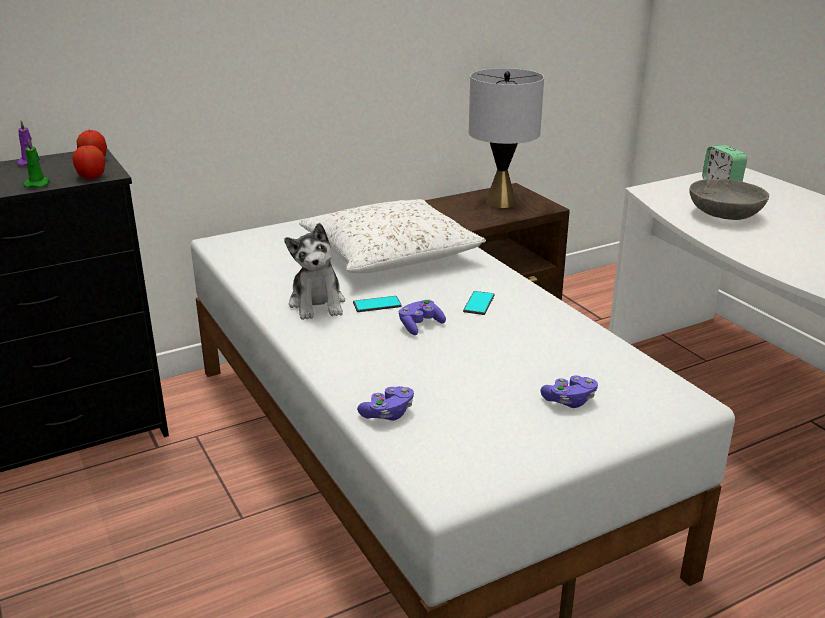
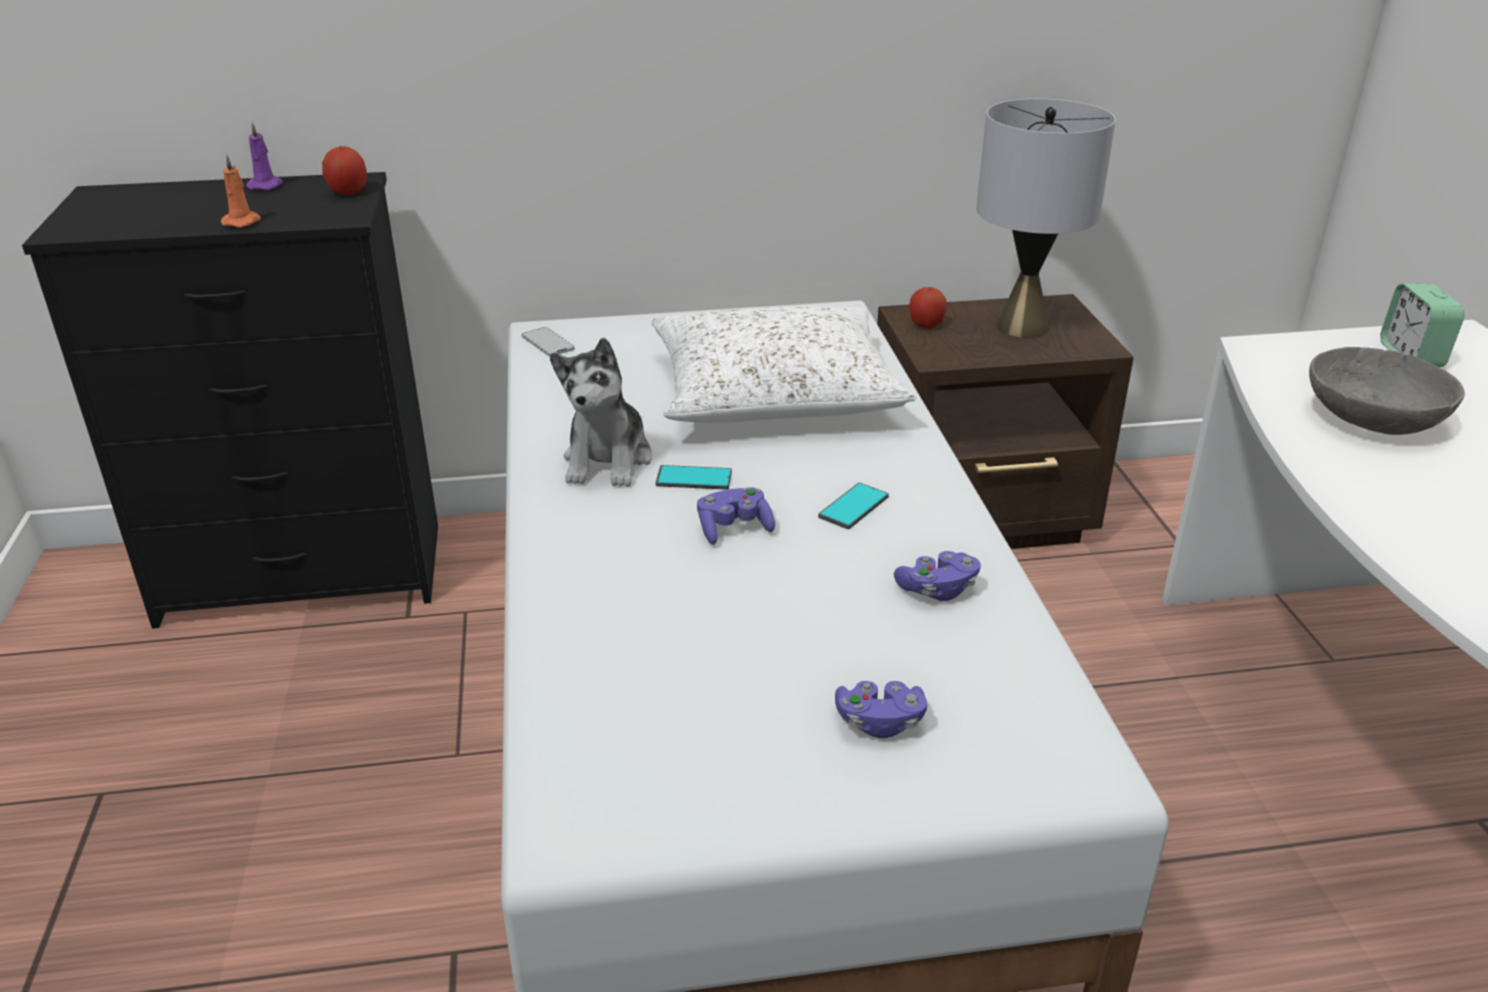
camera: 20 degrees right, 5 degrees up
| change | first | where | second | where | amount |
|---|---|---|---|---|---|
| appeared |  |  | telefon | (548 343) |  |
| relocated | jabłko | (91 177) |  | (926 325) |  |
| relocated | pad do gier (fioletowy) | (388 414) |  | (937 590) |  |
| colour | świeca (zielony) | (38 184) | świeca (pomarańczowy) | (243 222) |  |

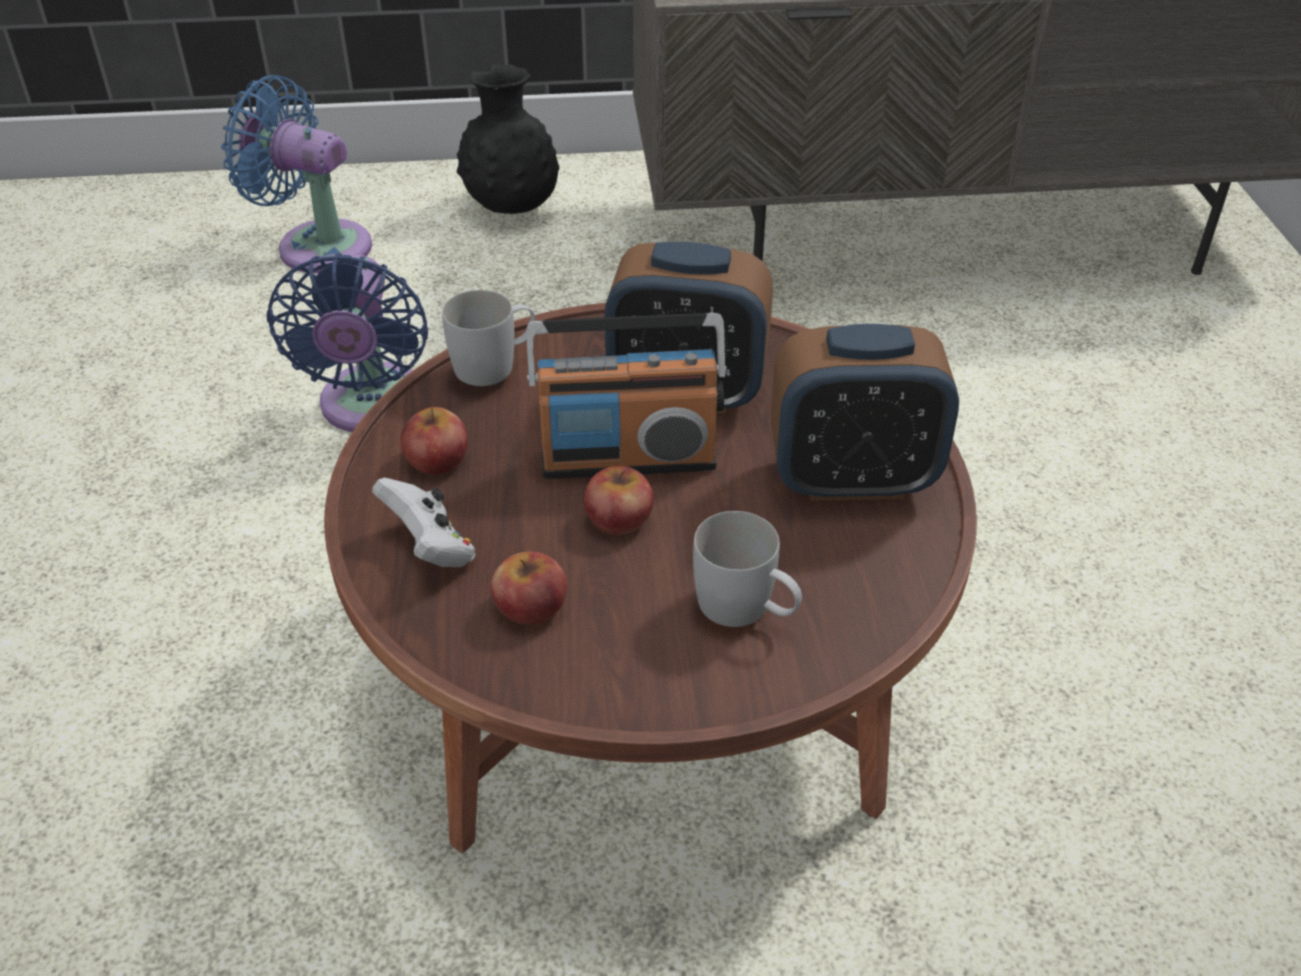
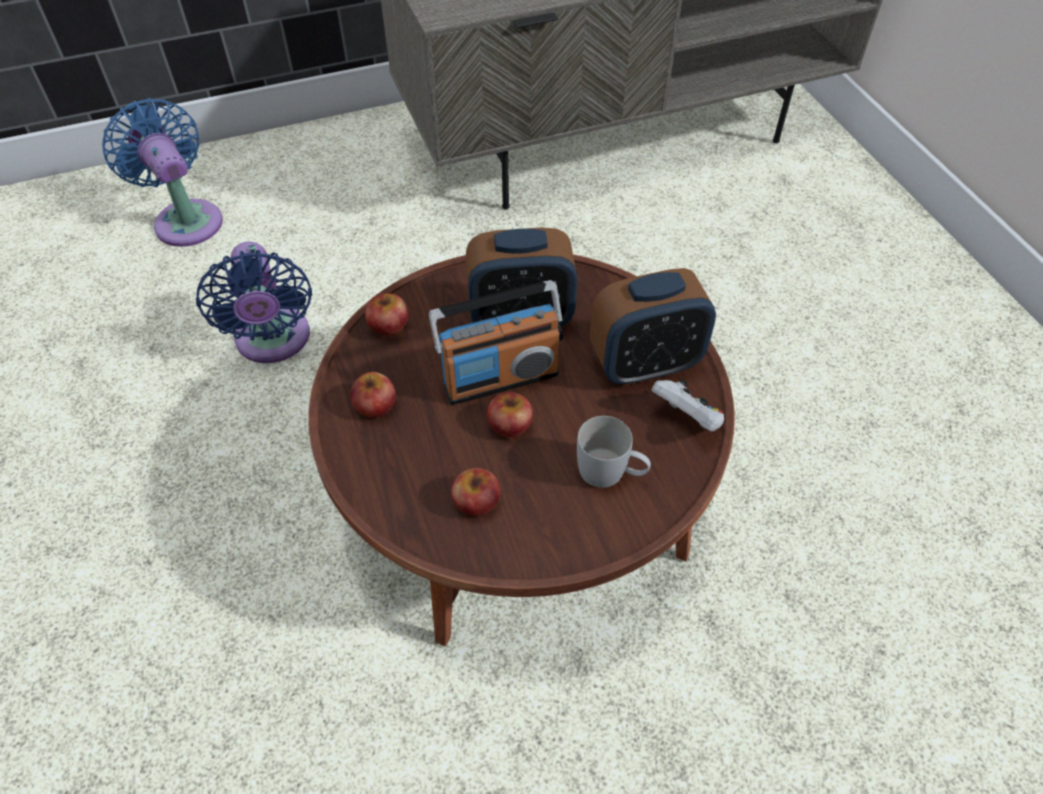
camera: 15 degrees left, 10 degrees up
| change | first | where | second | where | amount |
|---|---|---|---|---|---|
| missing | wazon (czarny) | (512 207) |  |  |  |
| relocated | pad do gier (biały) | (430 548) |  | (687 418) |  |
| exchanged | kubek (biały) | (495 365) | jabłko | (388 324) |  |
| spun | wentylator (niebieski) | (316 245) |  | (186 219) | 45 degrees clockwise |

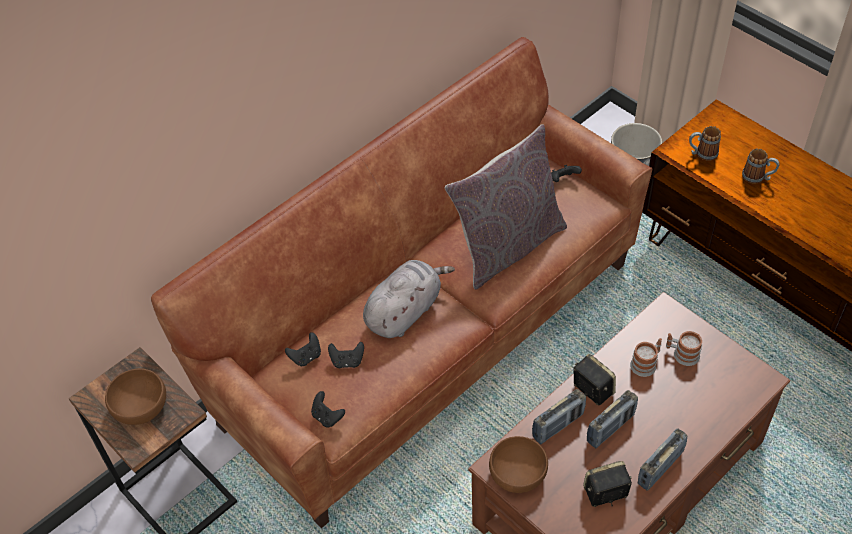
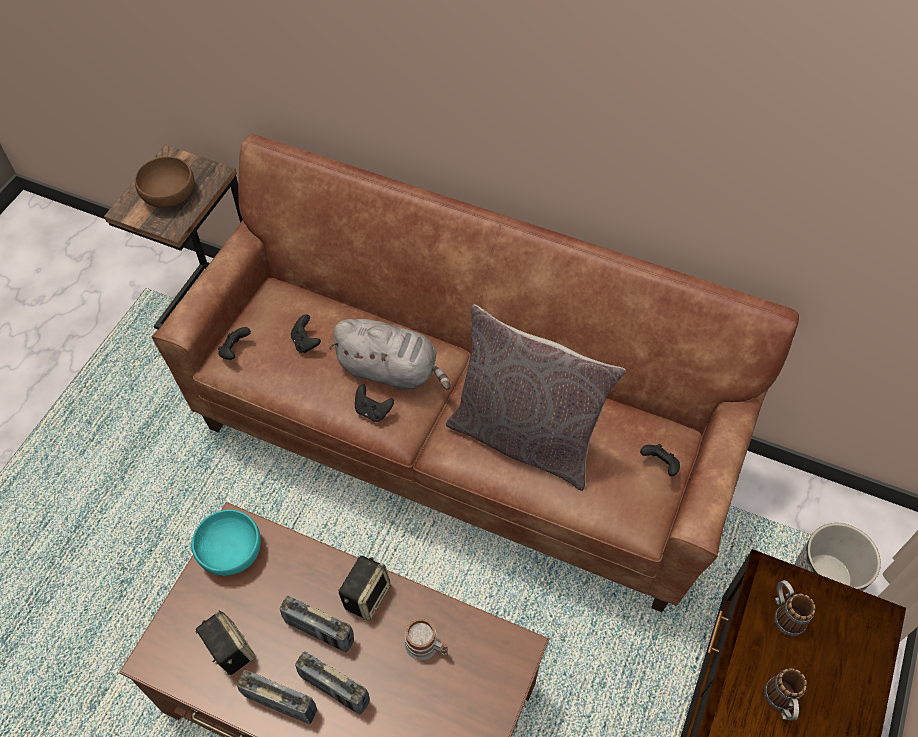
camera: 65 degrees right, 5 degrees up
| change | first | where | second | where | amount |
|---|---|---|---|---|---|
| missing | kubek | (682 354) |  |  |  |
| relocated | pad do gier (czarny) | (306 357) |  | (373 411) |  |
| relocated | radio | (558 425) |  | (334 689) |  |
| colour | miska (brązowy) | (518 473) | miska (turkusowy) | (231 552) |  |

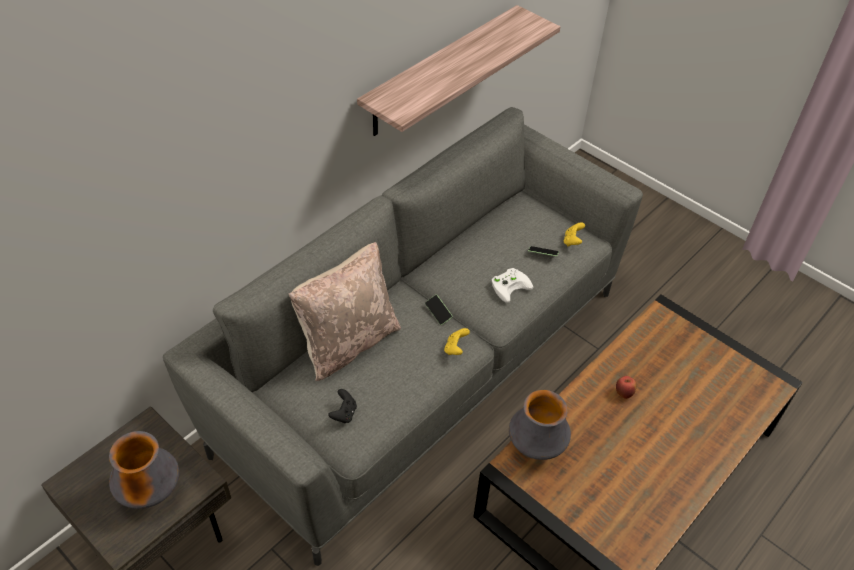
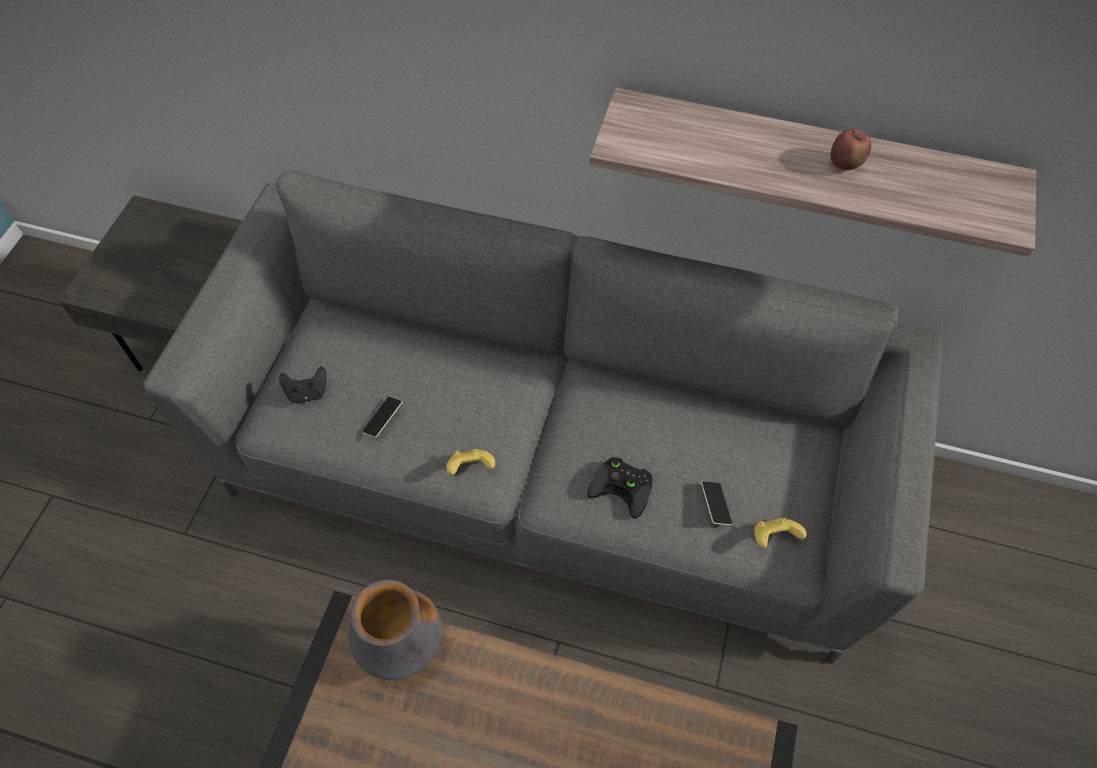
camera: 65 degrees right, 10 degrees up
| change | first | where | second | where | amount |
|---|---|---|---|---|---|
| missing | wazon | (151 492) |  |  |  |
| missing | poduszka (beżowy) | (348 342) |  |  |  |
| relocated | telefon | (438 312) |  | (383 420) |  |
| relocated | jabłko | (624 393) |  | (845 164) |  |
| colour | pad do gier (biały) | (510 285) | pad do gier (czarny) | (624 487) |  |

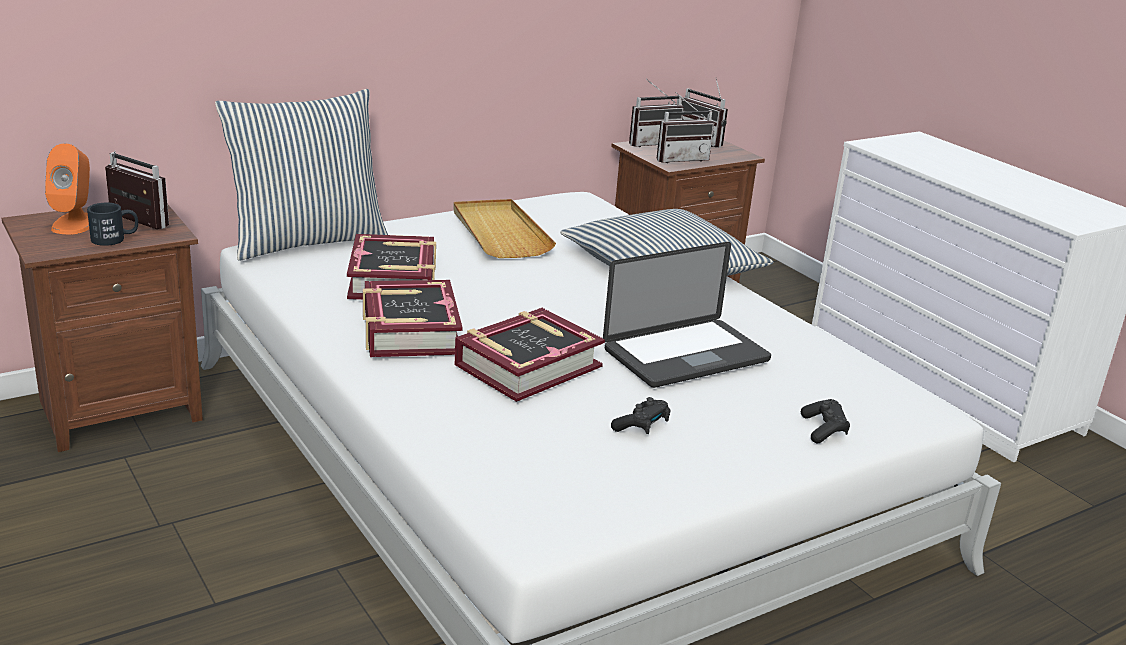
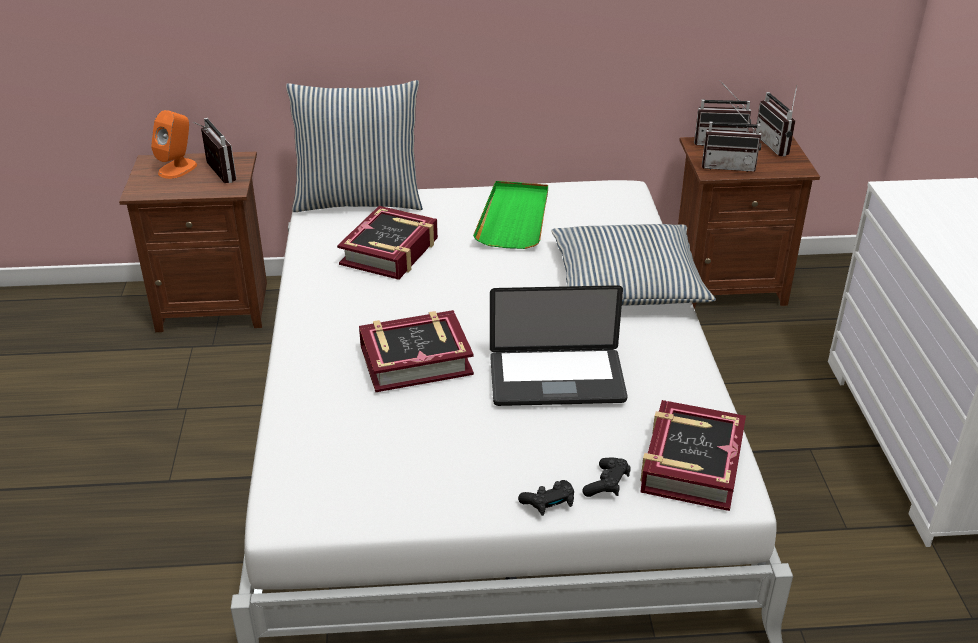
camera: 30 degrees right, 10 degrees up
| change | first | where | second | where | amount |
|---|---|---|---|---|---|
| missing | kubek (czarny) | (115 239) |  |  |  |
| relocated | książka | (409 330) |  | (691 464) |  |
| relocated | pad do gier (czarny) | (641 426) |  | (549 504) |  |
| colour | taca (beżowy) | (499 232) | taca (zielony) | (514 218) |  |

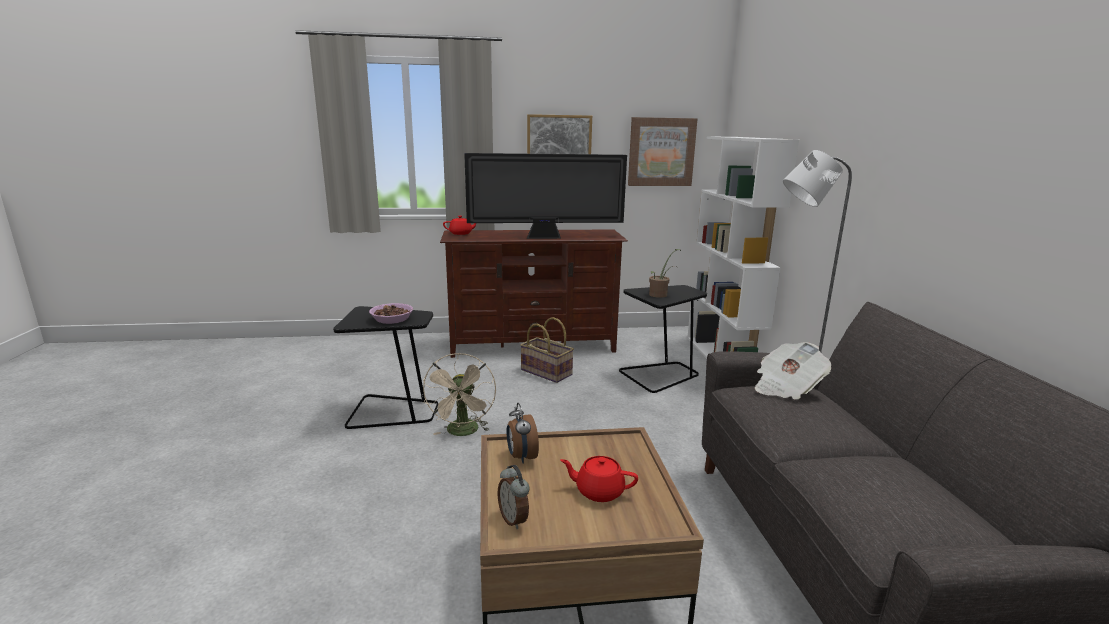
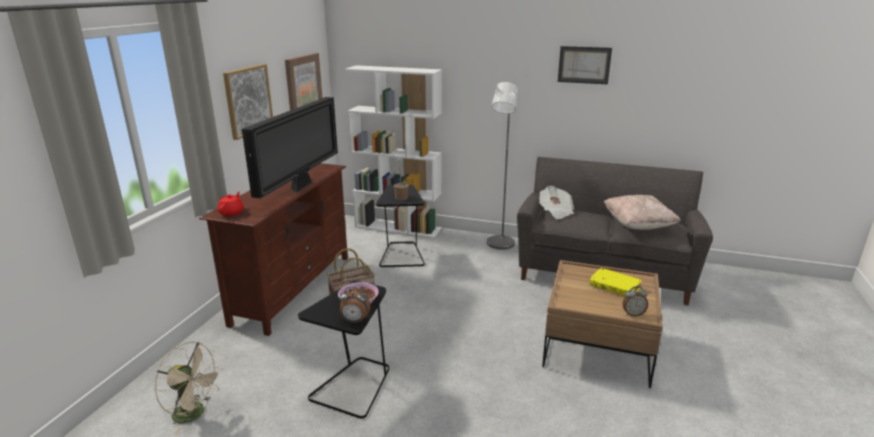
camera: 65 degrees left, 5 degrees up
| change | first | where | second | where | amount |
|---|---|---|---|---|---|
| appeared |  |  | obraz | (584 65) |  |
| appeared |  |  | poduszka (beżowy) | (638 225) |  |
| relocated | wentylator (beżowy) | (463 432) |  | (195 414) |  |
| relocated | budzik | (521 457) |  | (354 321) |  |
| exchanged | imbryk (czerwony) | (598 491) | książka (żółty) | (614 287) |  |

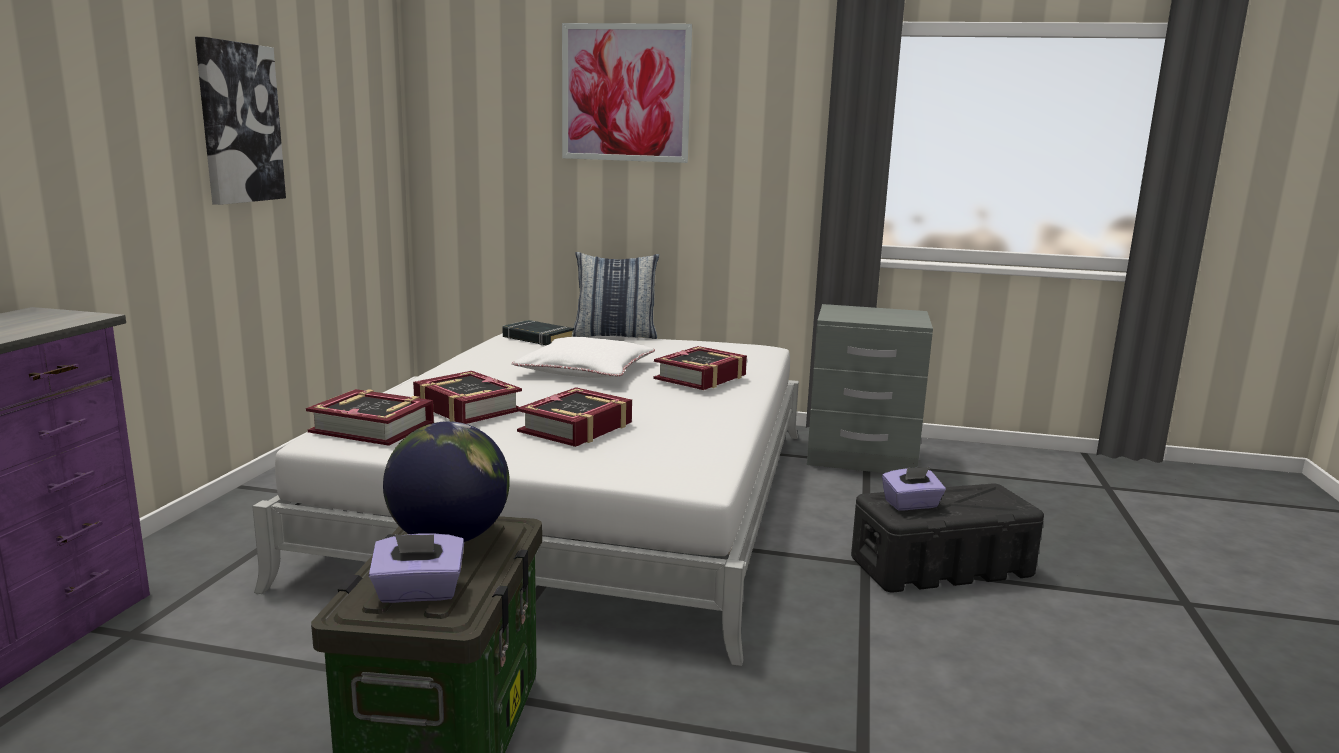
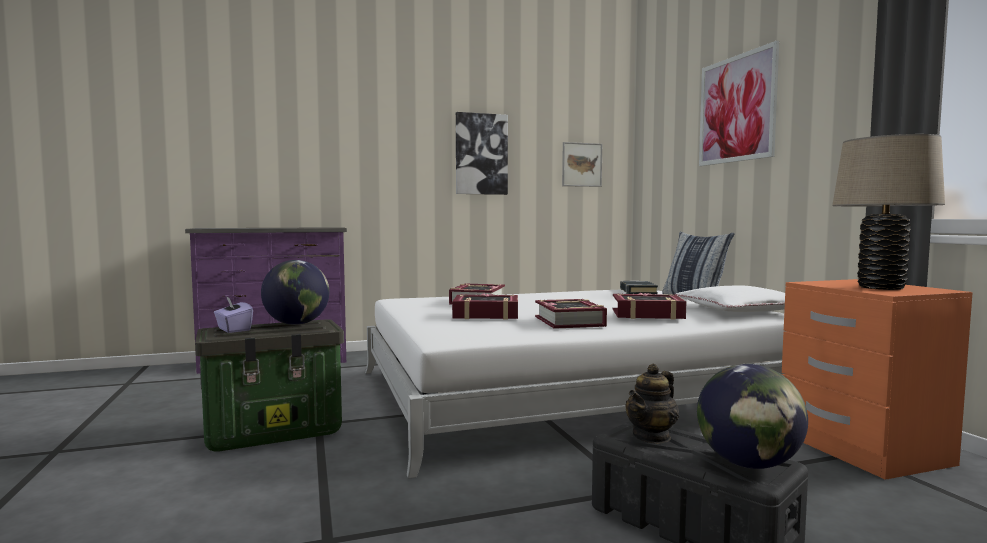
camera: 60 degrees right, 10 degrees down
| change | first | where | second | where | amount |
|---|---|---|---|---|---|
| appeared |  |  | obraz | (582 164) |  |
| appeared |  |  | globus | (749 464) |  |
| appeared |  |  | lampa stołowa (beżowy) | (881 287) |  |
| relocated | książka | (373 428) |  | (570 321) |  |
| relocated | poduszka (biały) | (586 370) |  | (739 310) |  |
| exchanged | pudełko chusteczek (fioletowy) | (911 505) | imbryk | (652 436) |  |
| colour | szafka nocna (szary) | (861 457) | szafka nocna (pomarańczowy) | (861 449) |  |

